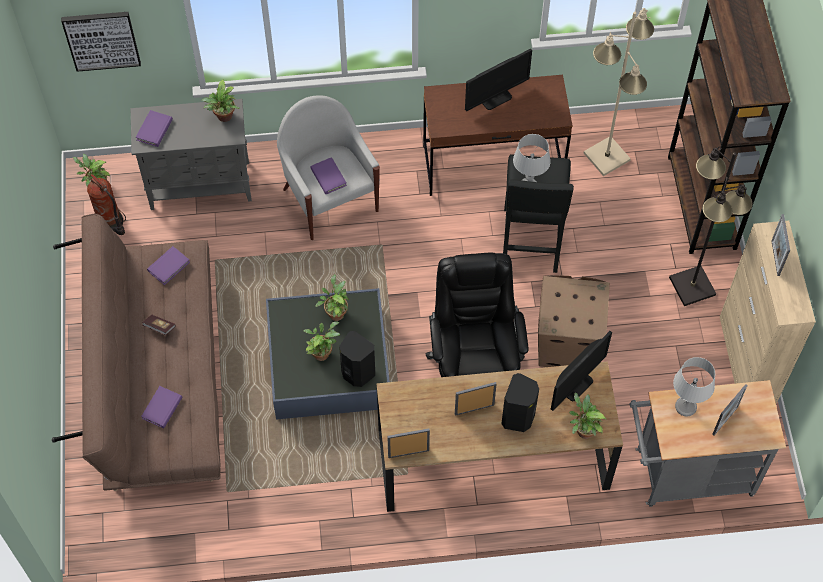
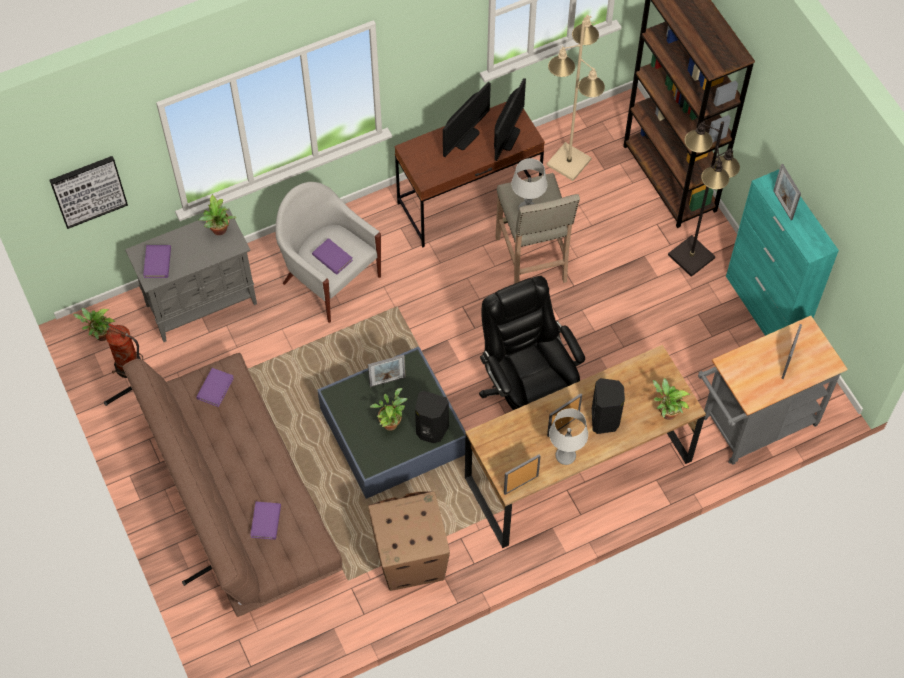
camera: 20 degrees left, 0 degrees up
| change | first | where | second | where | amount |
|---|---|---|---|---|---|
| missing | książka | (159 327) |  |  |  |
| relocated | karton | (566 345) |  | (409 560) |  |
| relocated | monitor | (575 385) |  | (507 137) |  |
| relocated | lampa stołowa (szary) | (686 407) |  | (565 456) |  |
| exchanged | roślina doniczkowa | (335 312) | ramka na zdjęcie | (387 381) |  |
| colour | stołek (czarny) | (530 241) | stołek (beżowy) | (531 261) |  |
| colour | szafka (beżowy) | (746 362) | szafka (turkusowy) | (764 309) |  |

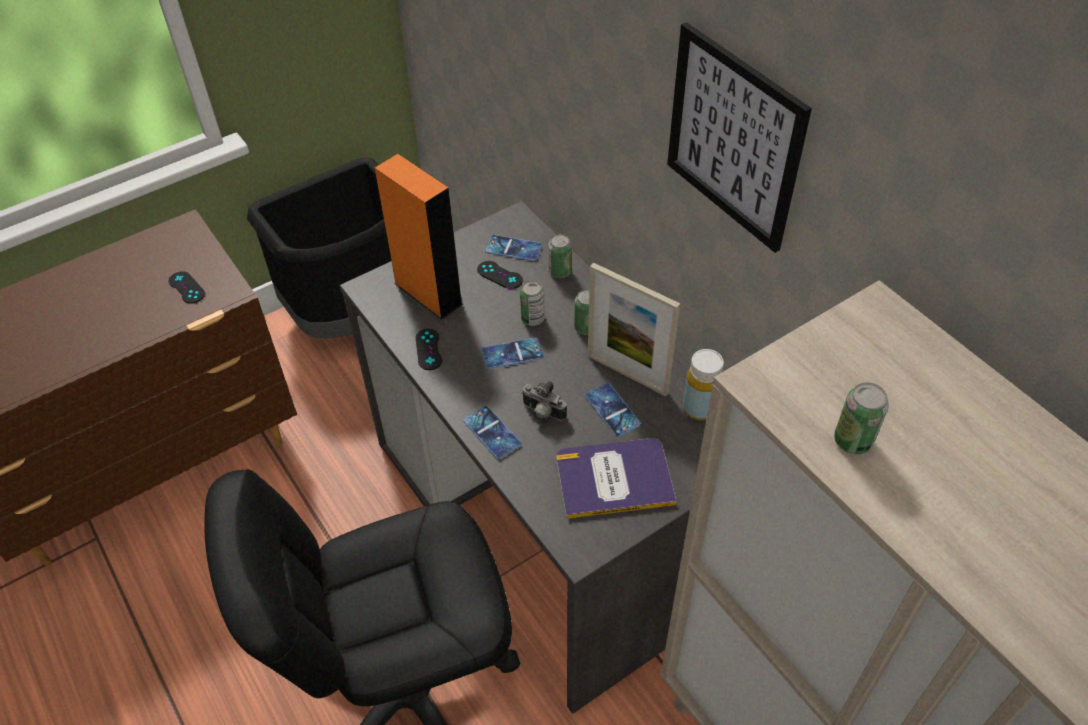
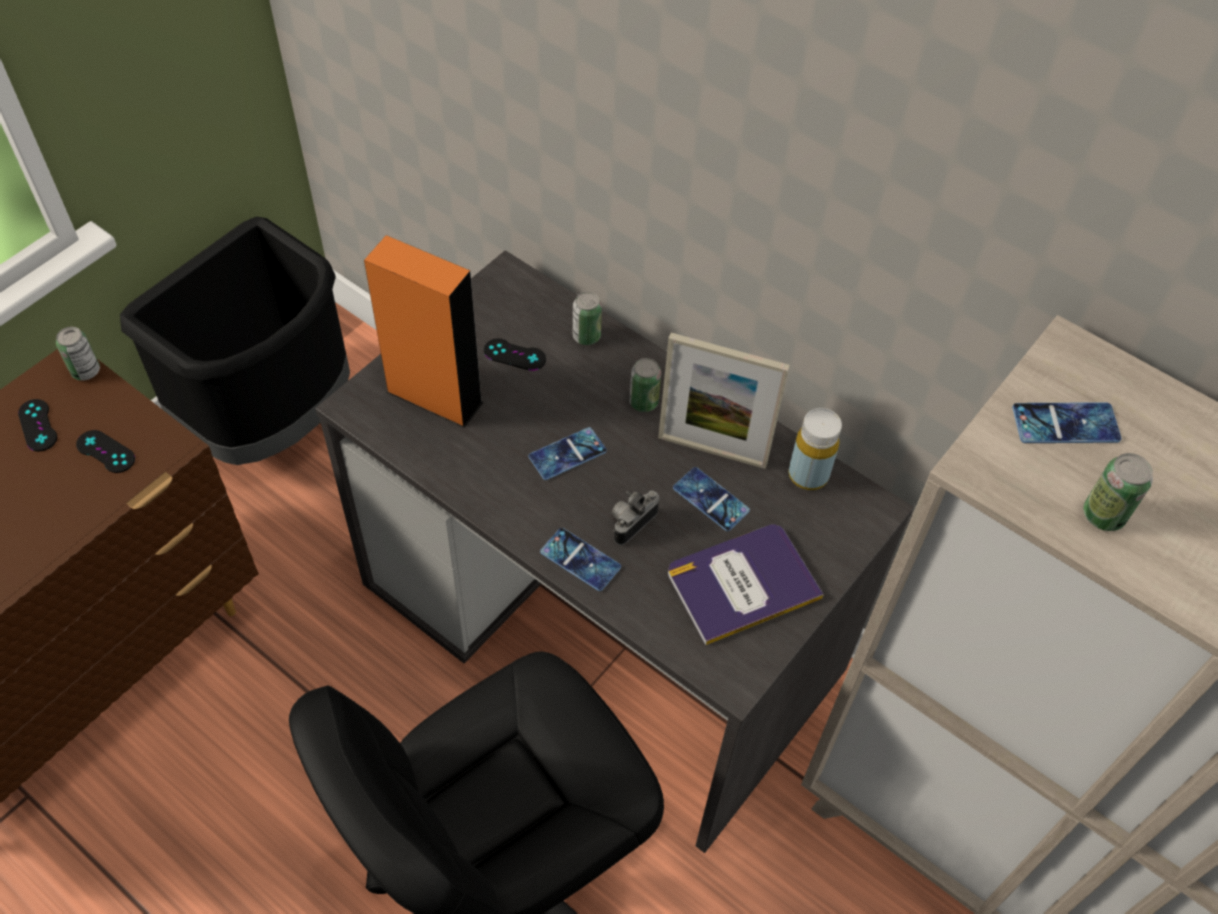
camera: 20 degrees left, 5 degrees up
| change | first | where | second | where | amount |
|---|---|---|---|---|---|
| missing | obraz | (734 138) |  |  |  |
| relocated | pad do gier (czarny) | (428 349) |  | (38 425) |  |
| relocated | telefon | (513 248) |  | (1065 424) |  |
| relocated | puszka | (532 319) |  | (86 371) |  |
| spun | aparat fotograficzny | (542 413) |  | (631 522) | 120 degrees clockwise |

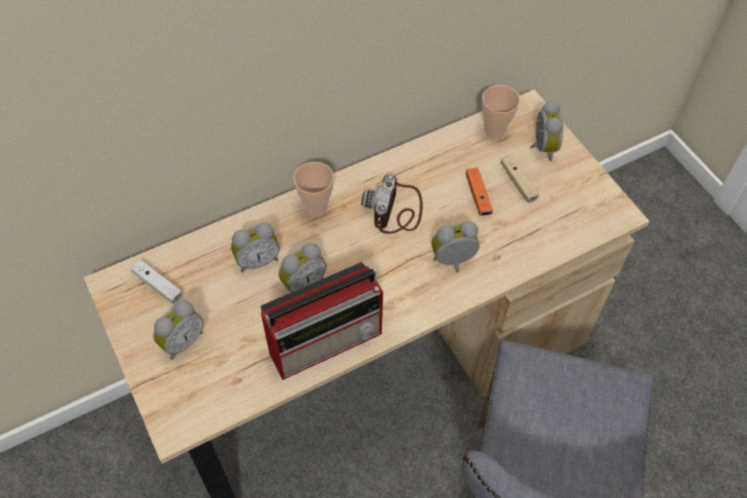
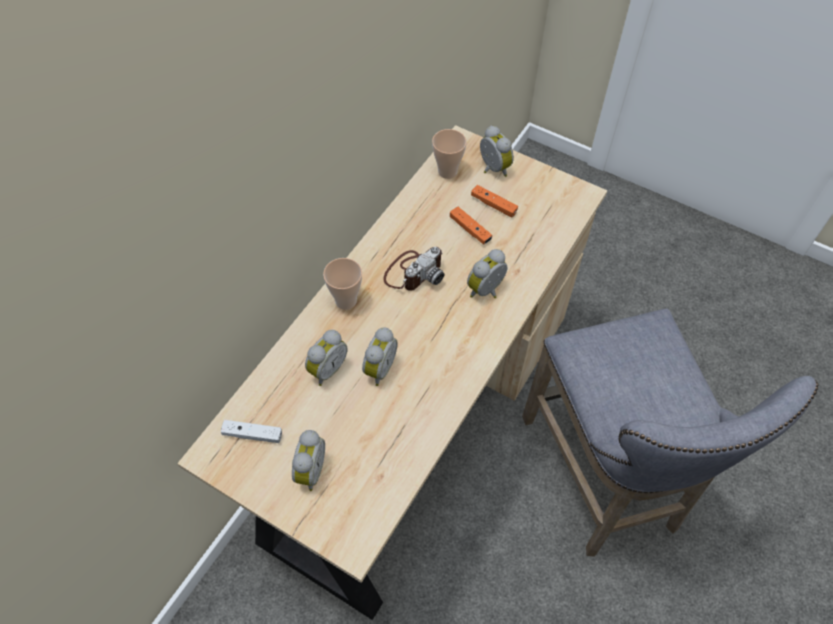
camera: 30 degrees left, 0 degrees up
| change | first | where | second | where | amount |
|---|---|---|---|---|---|
| missing | radio | (327 341) |  |  |  |
| colour | pad do gier (beżowy) | (518 183) | pad do gier (pomarańczowy) | (493 205) |  |
| spun | aparat fotograficzny | (396 210) |  | (413 272) | 120 degrees counterclockwise |

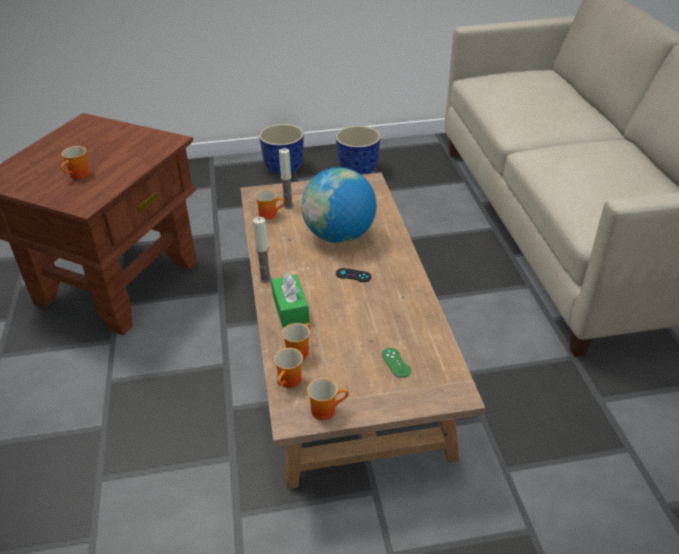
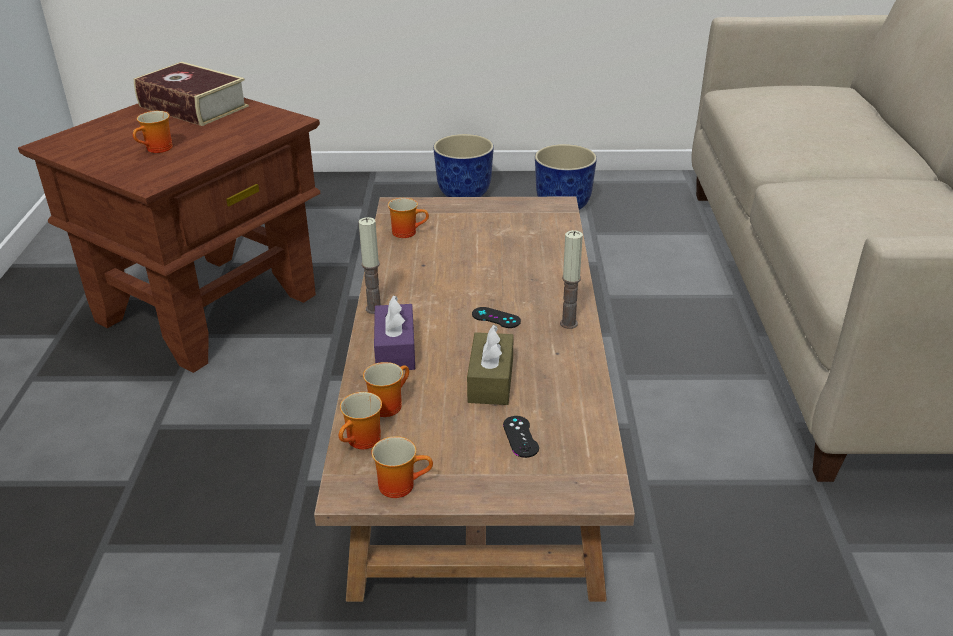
camera: 10 degrees right, 5 degrees down
| change | first | where | second | where | amount |
|---|---|---|---|---|---|
| missing | globus | (339 236) |  |  |  |
| appeared |  |  | książka | (193 106) |  |
| appeared |  |  | pudełko chusteczek (brązowy) | (490 381) |  |
| relocated | świeca | (288 205) |  | (568 323) |  |
| colour | pudełko chusteczek (zielony) | (290 308) | pudełko chusteczek (fioletowy) | (395 349) |  |
| colour | pad do gier (zielony) | (396 363) | pad do gier (czarny) | (520 437) |  |

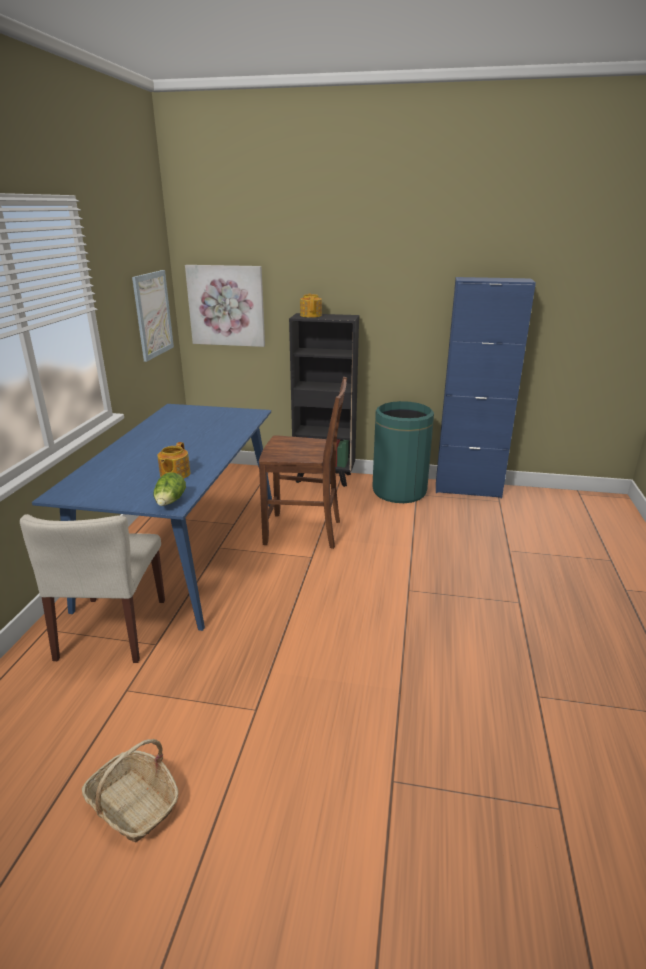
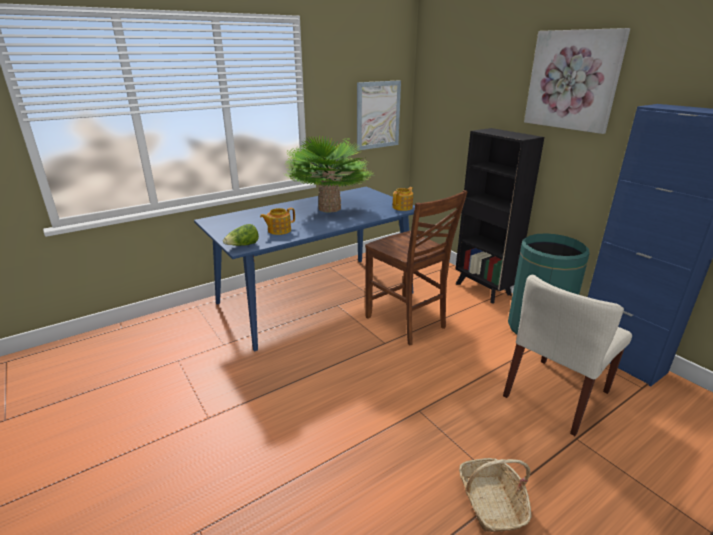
camera: 45 degrees right, 0 degrees up
| change | first | where | second | where | amount |
|---|---|---|---|---|---|
| appeared |  |  | roślina doniczkowa | (329 208) |  |
| relocated | krzesło (beżowy) | (113 629) |  | (556 394) |  |
| relocated | koszyk | (134 804) |  | (491 502) |  |
| relocated | obraz | (226 305) |  | (573 80) |  |
| relocated | imbryk | (311 315) |  | (403 207) |  |

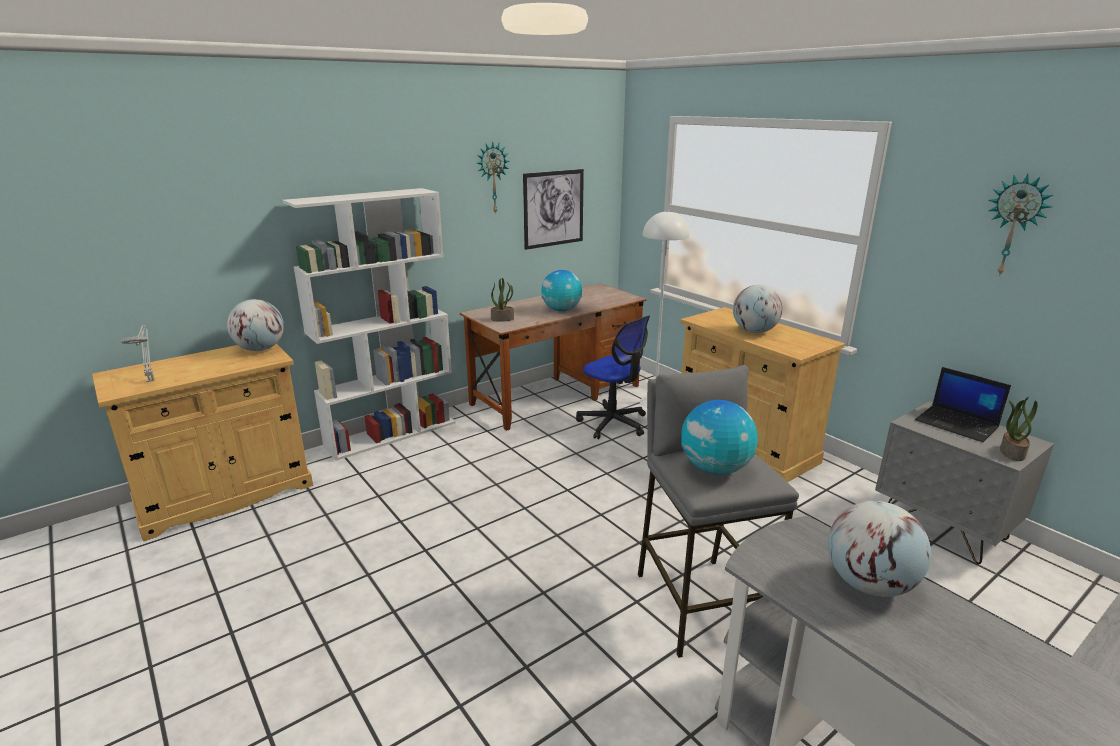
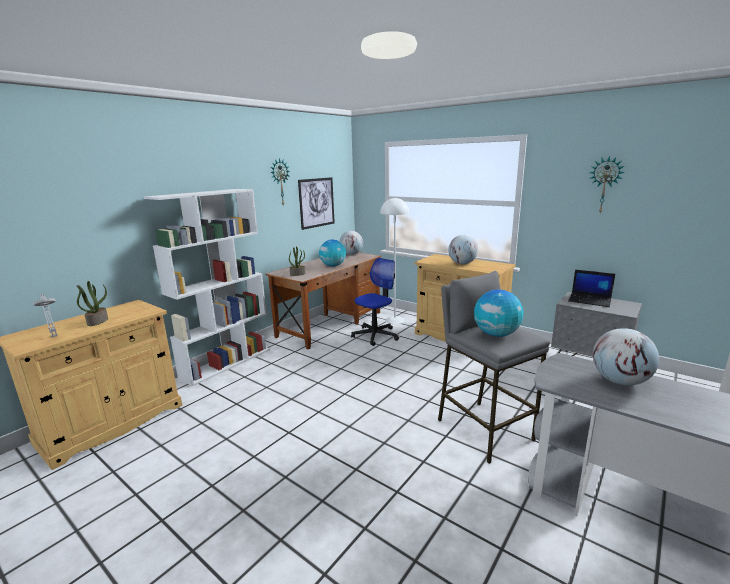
camera: 15 degrees left, 5 degrees down
| change | first | where | second | where | amount |
|---|---|---|---|---|---|
| relocated | globus | (260 349) |  | (351 254) |  |
| relocated | roślina doniczkowa | (1011 452) |  | (97 321) |  |
| spun | krzesło biurowe | (613 423) |  | (375 335) | 75 degrees counterclockwise |

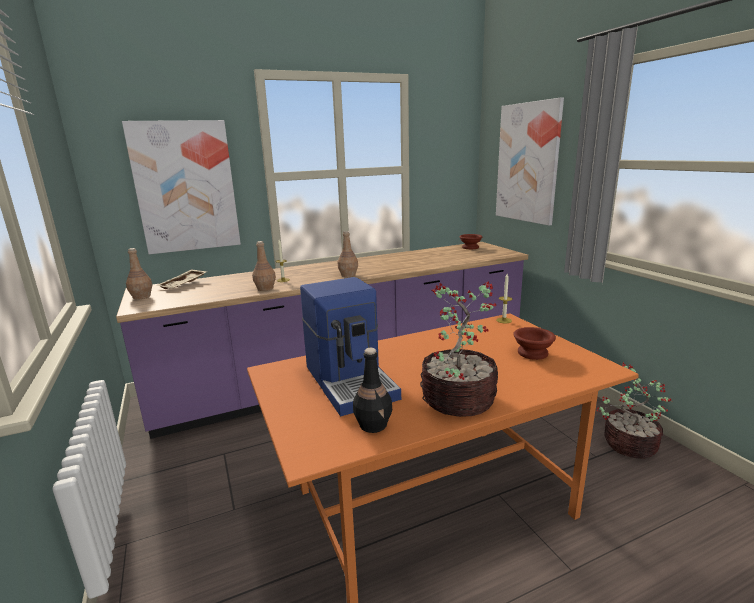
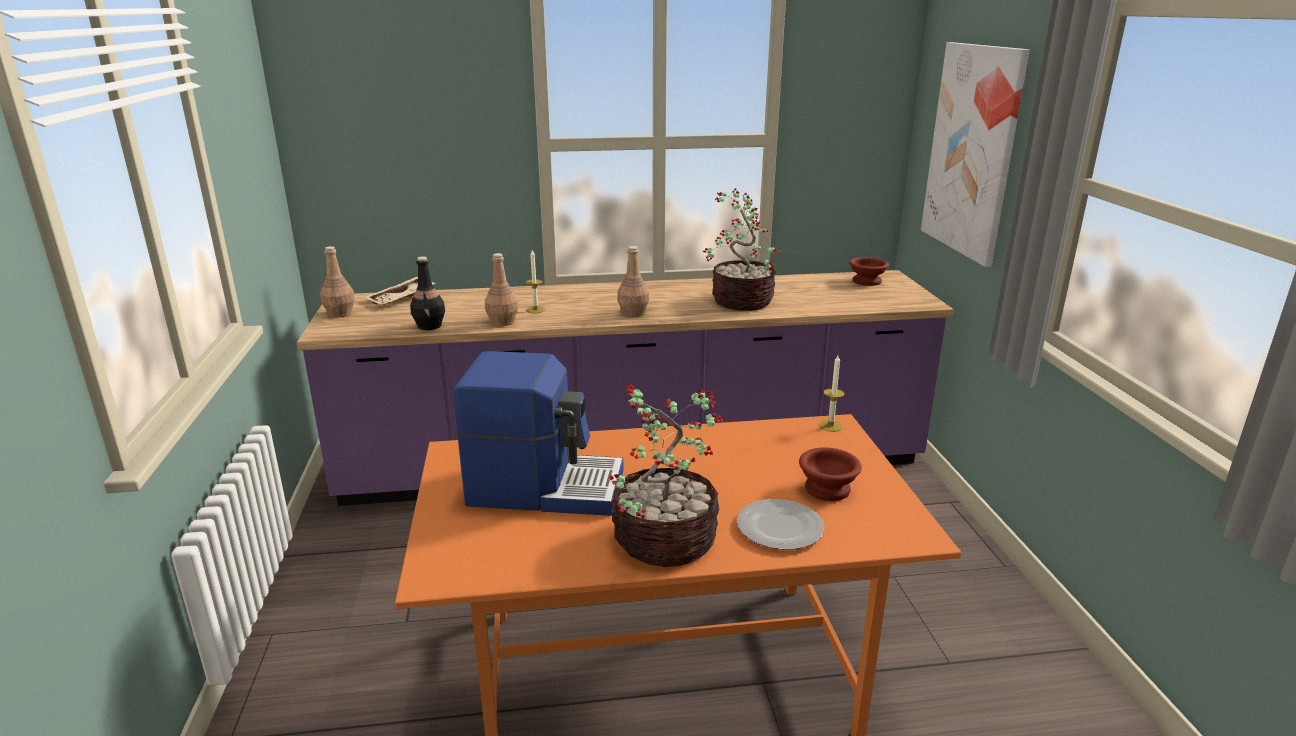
camera: 15 degrees right, 5 degrees up
| change | first | where | second | where | amount |
|---|---|---|---|---|---|
| missing | obraz | (186 187) |  |  |  |
| appeared |  |  | talerz | (779 527) |  |
| relocated | butelka (czarny) | (373 424) |  | (430 326) |  |
| relocated | roślina doniczkowa | (627 444) |  | (740 301) |  |
| spun | ekspres do kawy | (351 381) |  | (545 487) | 75 degrees counterclockwise |

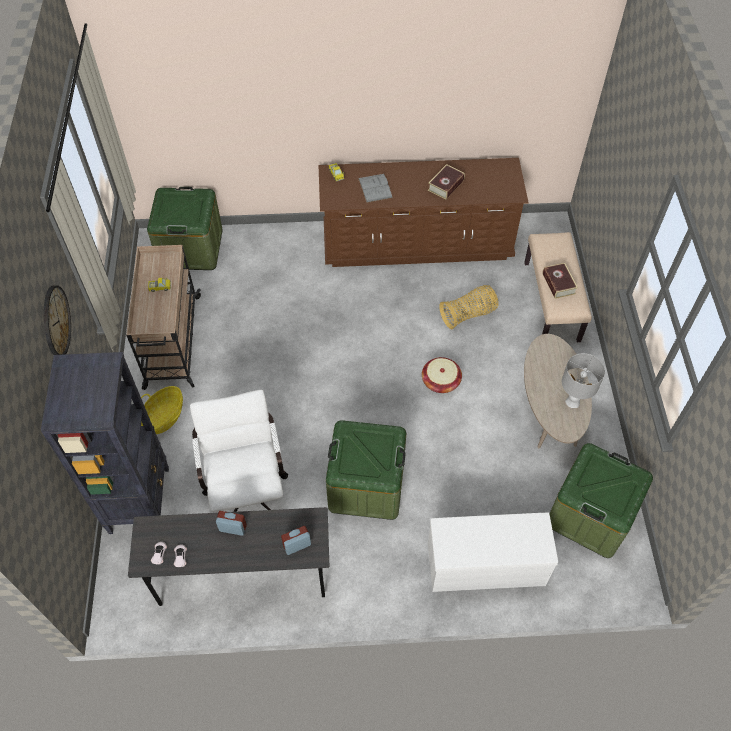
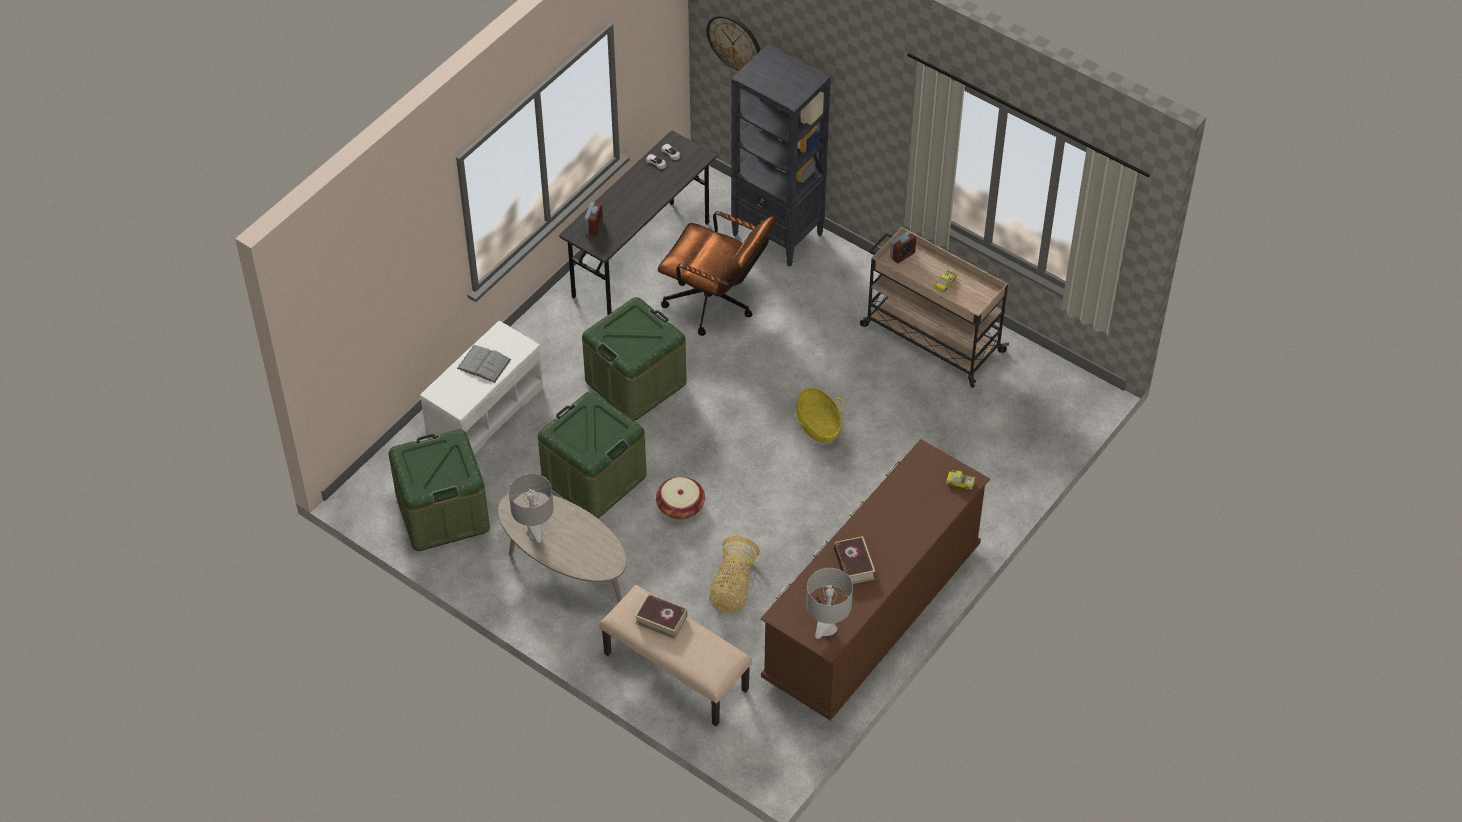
camera: 130 degrees right, 5 degrees down
| change | first | where | second | where | amount |
|---|---|---|---|---|---|
| appeared |  |  | lampa stołowa (szary) | (827 628) |  |
| relocated | zegar ścienny | (55 321) |  | (734 42) |  |
| relocated | koszyk | (164 417) |  | (818 425) |  |
| relocated | pojemnik do przechowywania (zielony) | (191 248) |  | (594 478) |  |
| relocated | budzik | (233 528) |  | (902 255) |  |
| relocated | książka (szary) | (375 188) |  | (484 364) |  |
| colour | krzesło biurowe (biały) | (247 489) | krzesło biurowe (brązowy) | (716 304) |  |

